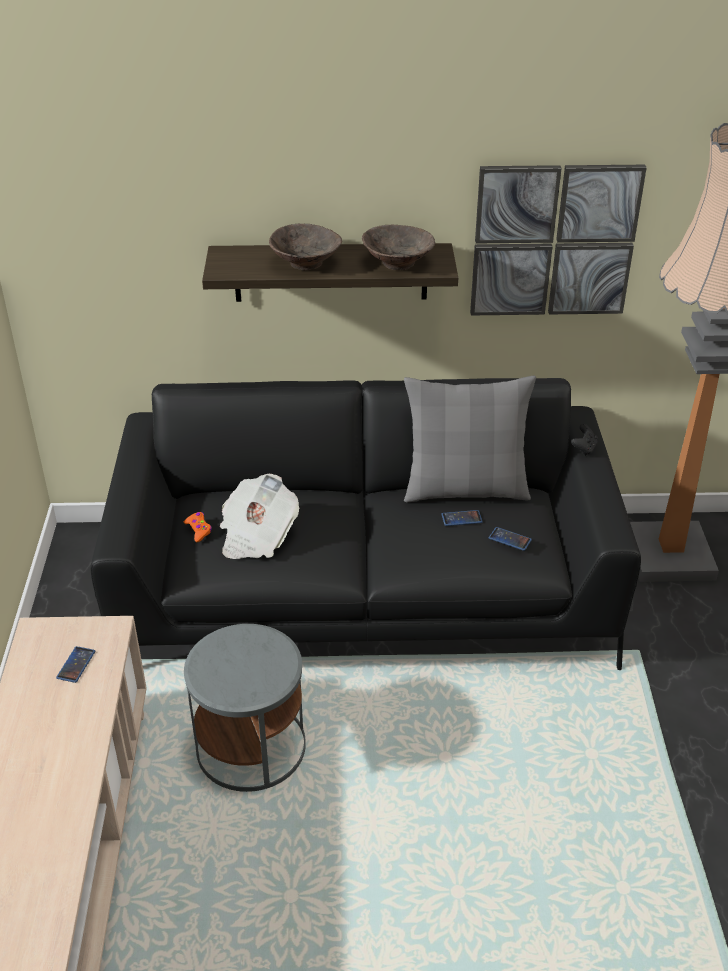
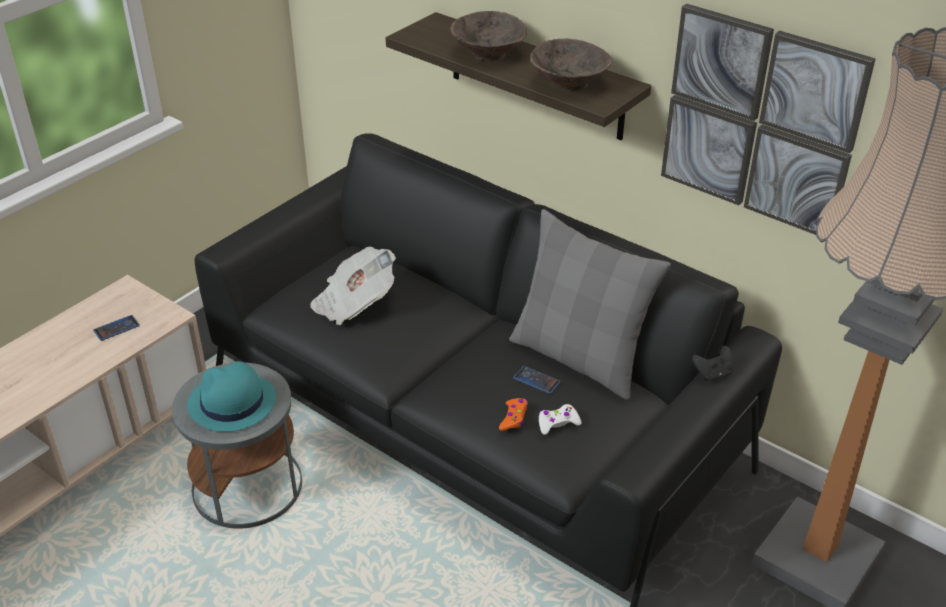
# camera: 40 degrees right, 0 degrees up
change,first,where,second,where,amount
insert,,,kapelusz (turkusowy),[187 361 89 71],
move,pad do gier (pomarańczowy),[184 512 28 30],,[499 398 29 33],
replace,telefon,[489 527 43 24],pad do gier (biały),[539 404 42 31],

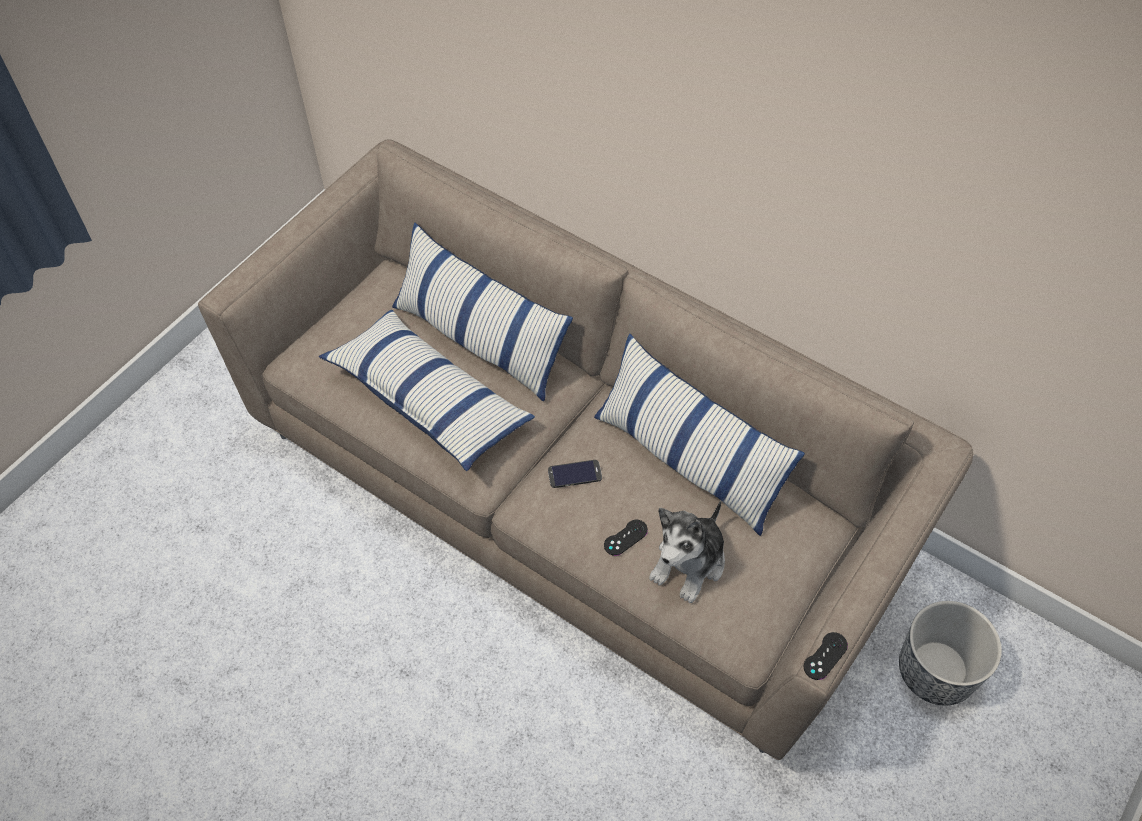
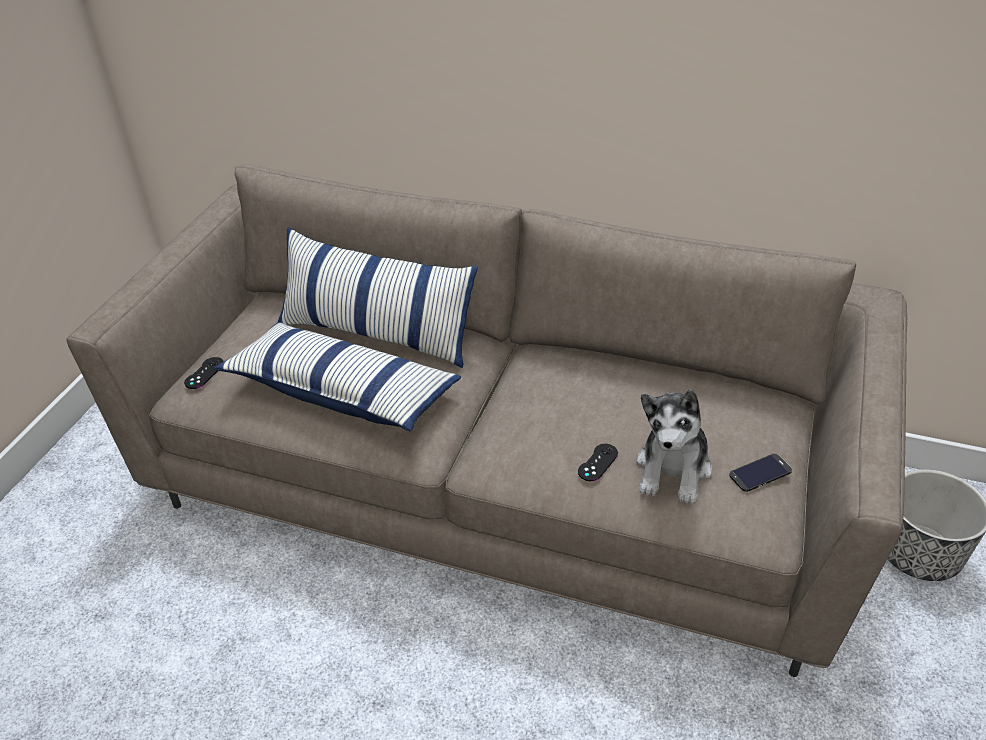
# camera: 15 degrees left, 15 degrees down
change,first,where,second,where,amount
move,pad do gier (czarny),[804 632 44 48],,[184 357 40 32],
move,telefon,[548 460 54 28],,[729 454 63 38],
delete,poduszka,[594 334 211 202],,,

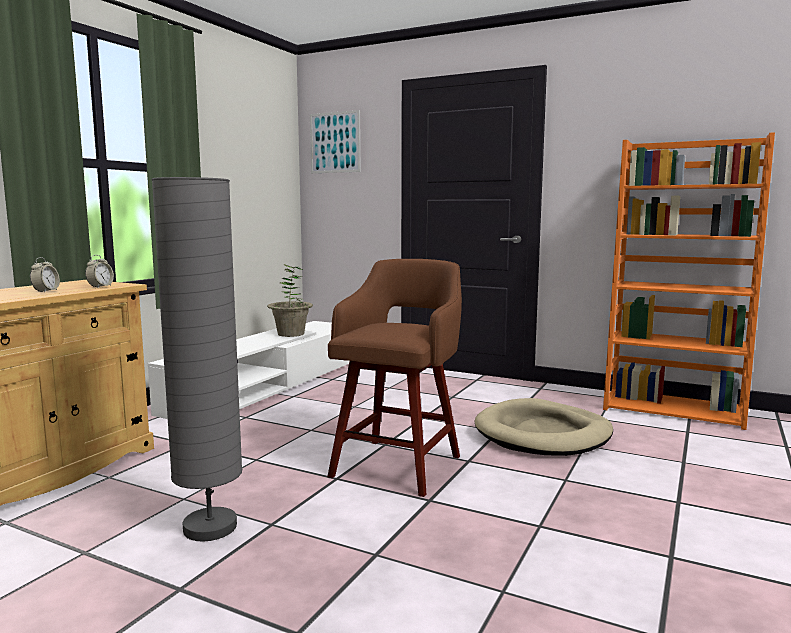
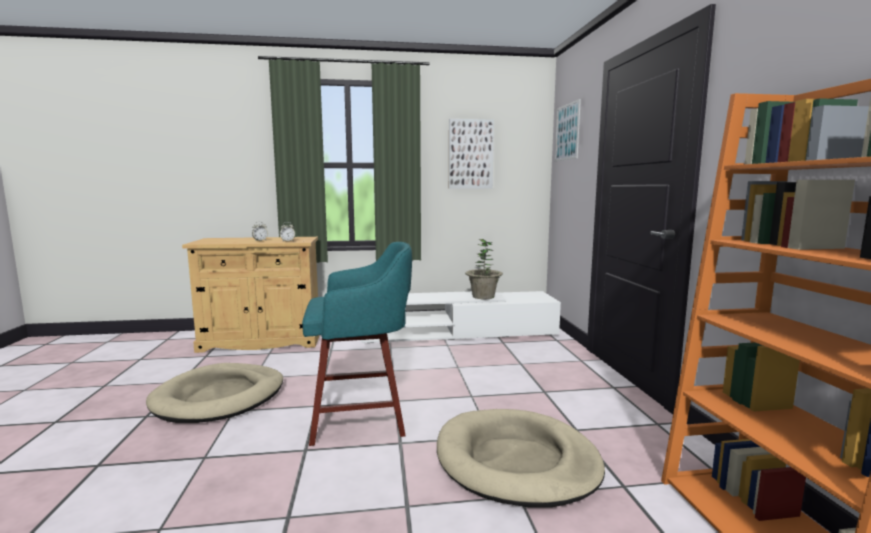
# camera: 55 degrees right, 0 degrees up
change,first,where,second,where,amount
replace,lampa stojąca (szary),[151 177 91 364],legowisko (beżowy),[146 363 137 60],
recolor,stołek (brązowy),[327 259 135 238],stołek (turkusowy),[302 242 110 204],
insert,,,obraz,[449 119 45 70],

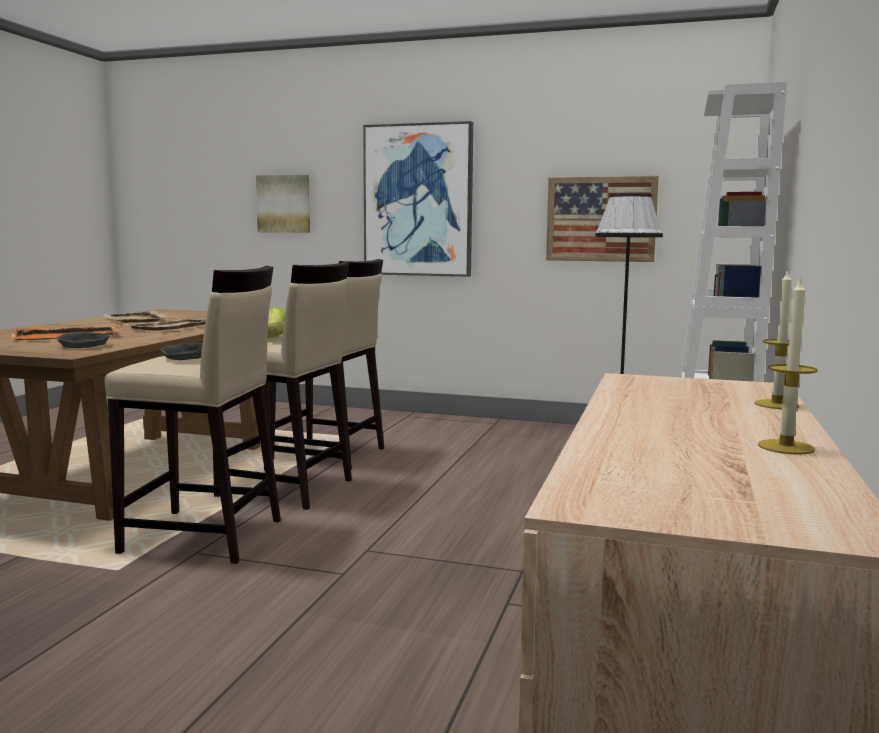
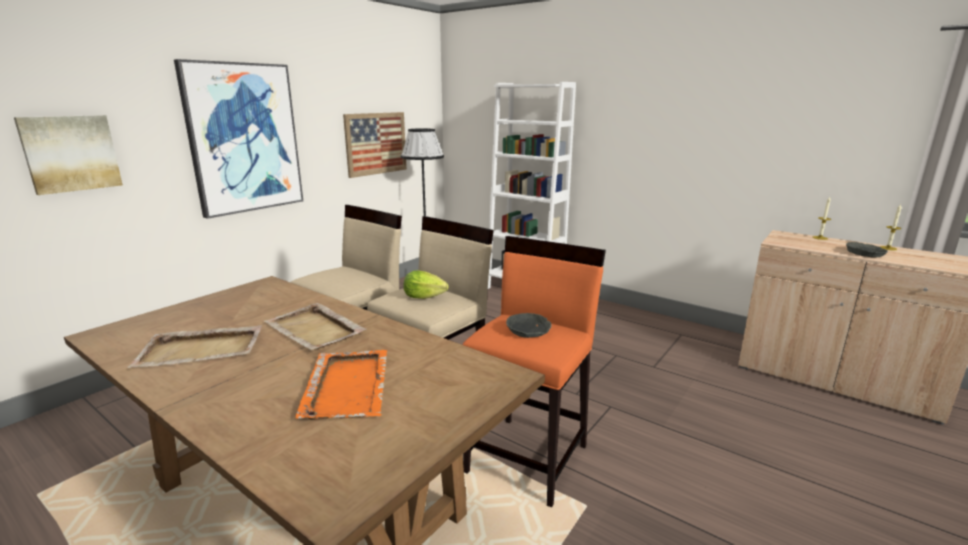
# camera: 70 degrees left, 10 degrees up
change,first,where,second,where,amount
recolor,stołek (beżowy),[105 265 176 299],stołek (pomarańczowy),[463 236 143 272],
move,miska (szary),[56 332 54 16],,[846 242 42 16],

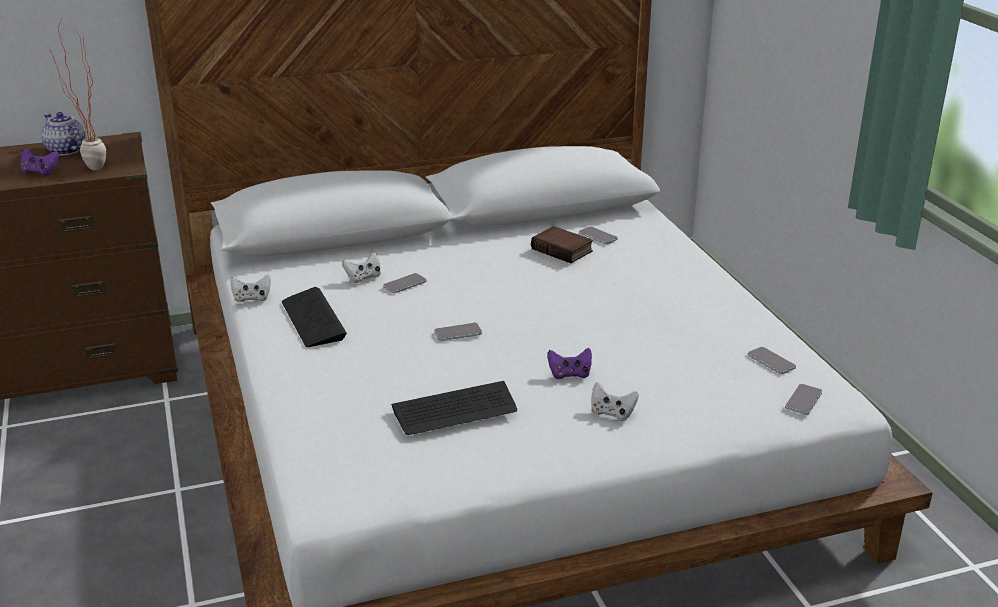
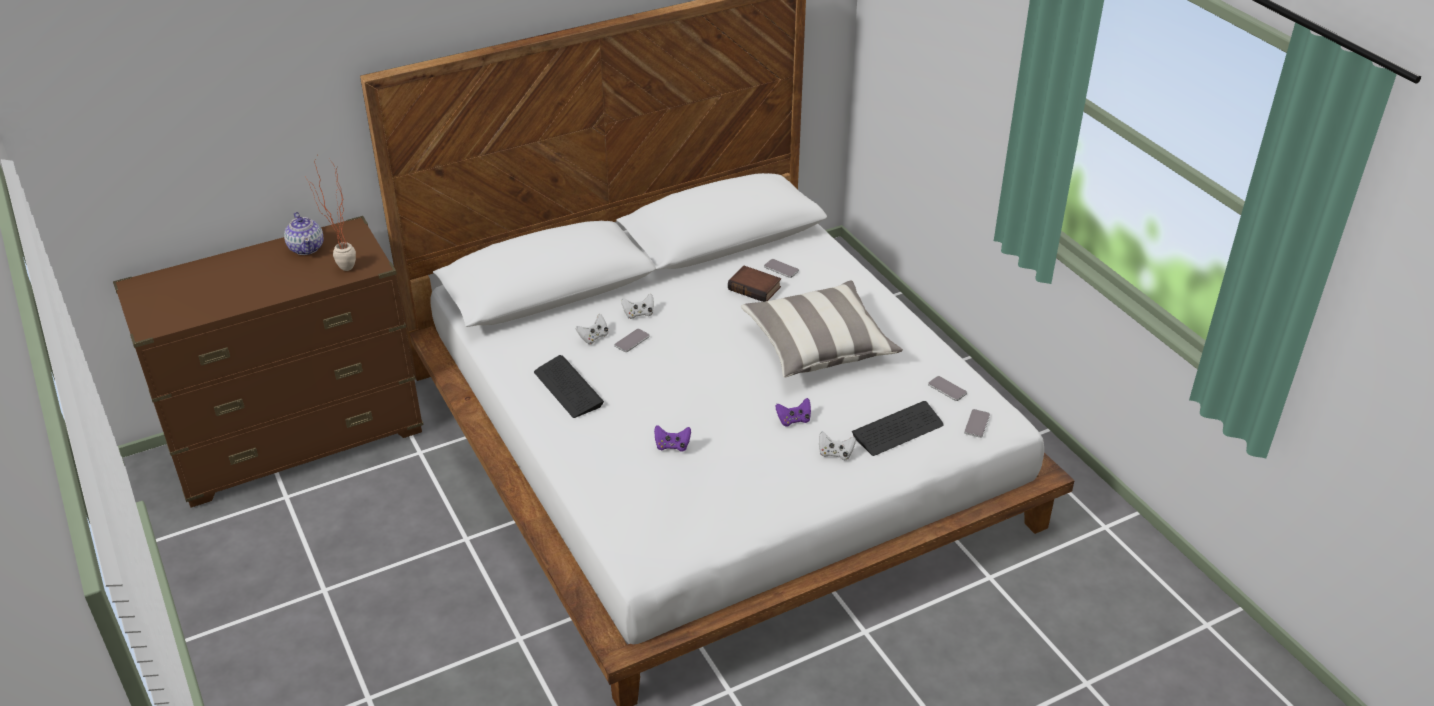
# camera: 10 degrees left, 10 degrees up
change,first,where,second,where,amount
rotate,imbryk,[41 112 45 43],,[284 212 40 43],150 degrees counterclockwise
move,pad do gier (biały),[230 275 41 27],,[621 294 33 25],
move,pad do gier (fioletowy),[21 148 38 27],,[654 425 37 27],
insert,,,poduszka,[741 281 162 97],
move,klawiatura,[391 381 126 54],,[852 401 92 55],
delete,telefon,[434 323 48 18],,,

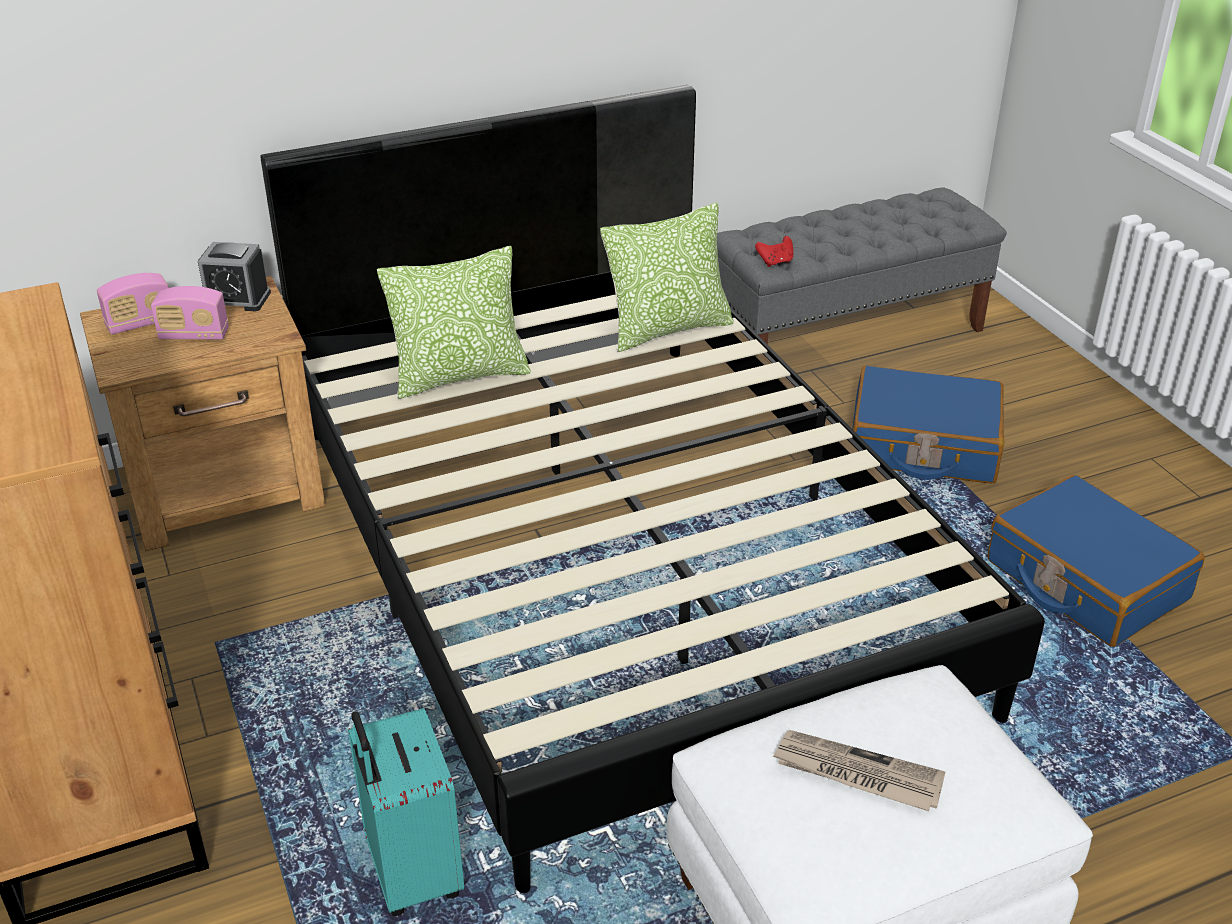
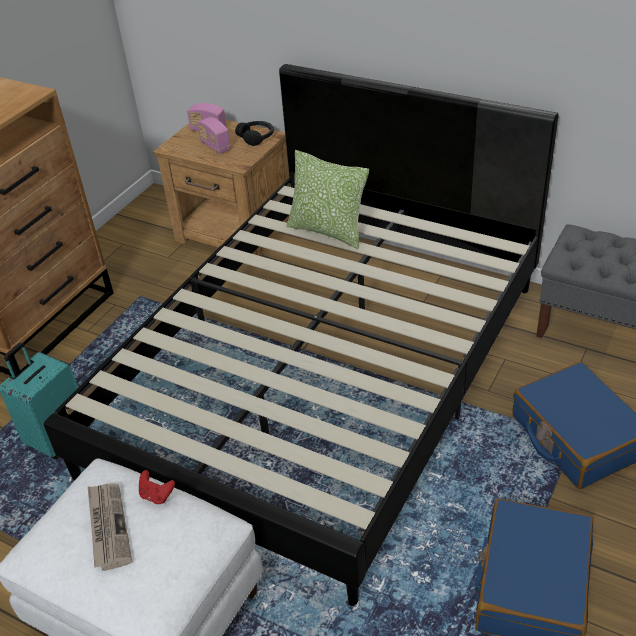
# camera: 55 degrees right, 5 degrees up
change,first,where,second,where,amount
move,pad do gier (czerwony),[755 236 38 31],,[139 470 36 34],
replace,budzik,[198 242 73 69],słuchawki (czarny),[235 121 39 25],
delete,poduszka,[600 203 134 149],,,

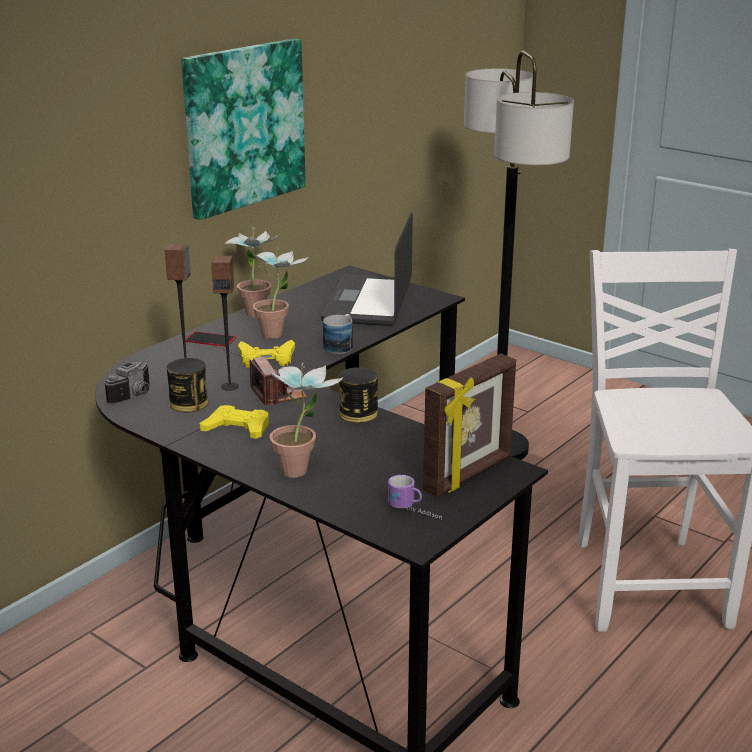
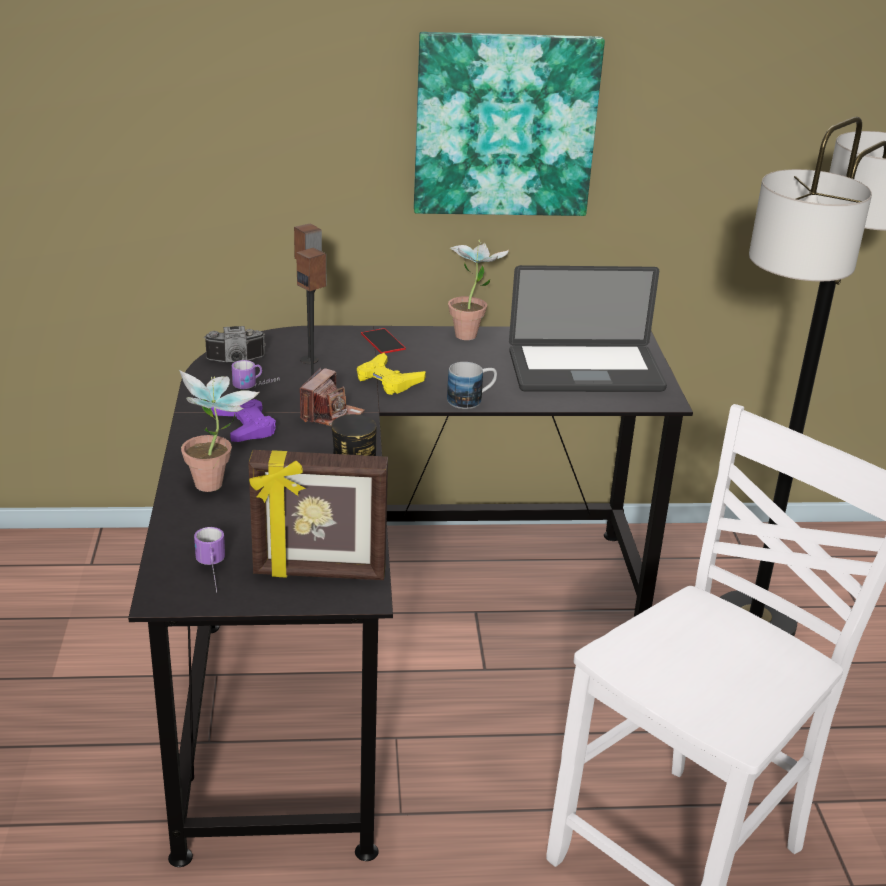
# camera: 45 degrees right, 5 degrees up
change,first,where,second,where,amount
recolor,pad do gier (żółty),[199 405 70 34],pad do gier (fioletowy),[211 399 65 43],
replace,puszka,[167 358 41 54],kubek,[232 360 47 29],
rotate,laptop,[321 212 92 114],,[509 265 158 127],150 degrees counterclockwise
delete,roślina doniczkowa,[253 246 55 93],,,

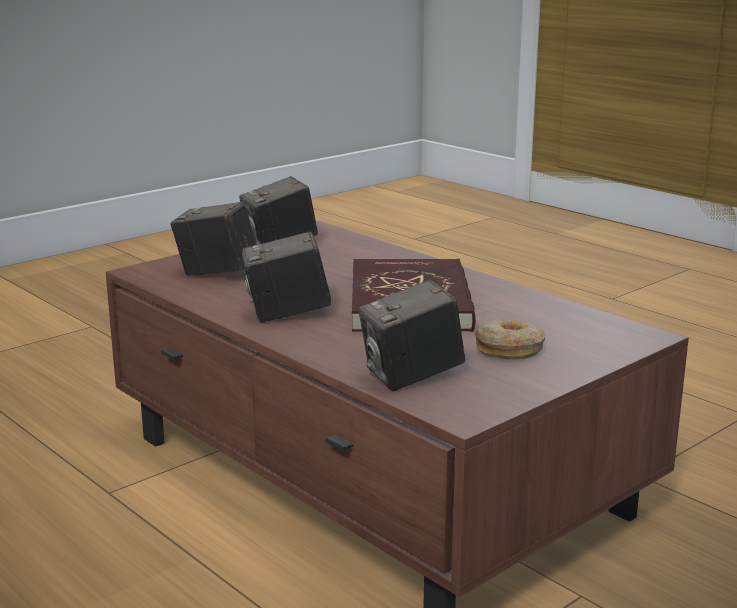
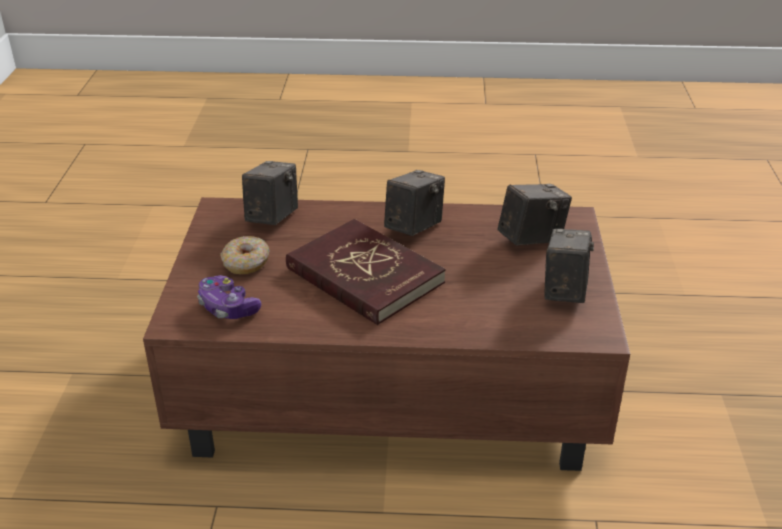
# camera: 135 degrees right, 15 degrees up
change,first,where,second,where,amount
insert,,,pad do gier,[197 275 64 44],

